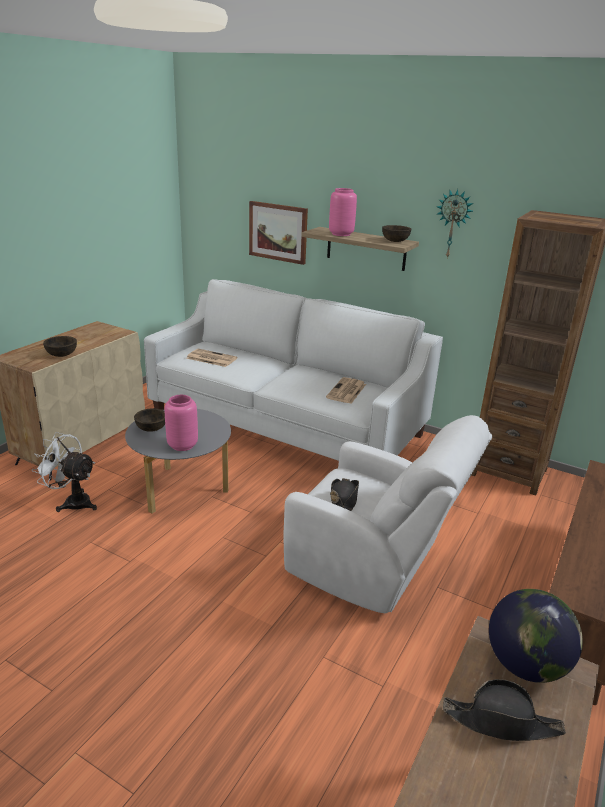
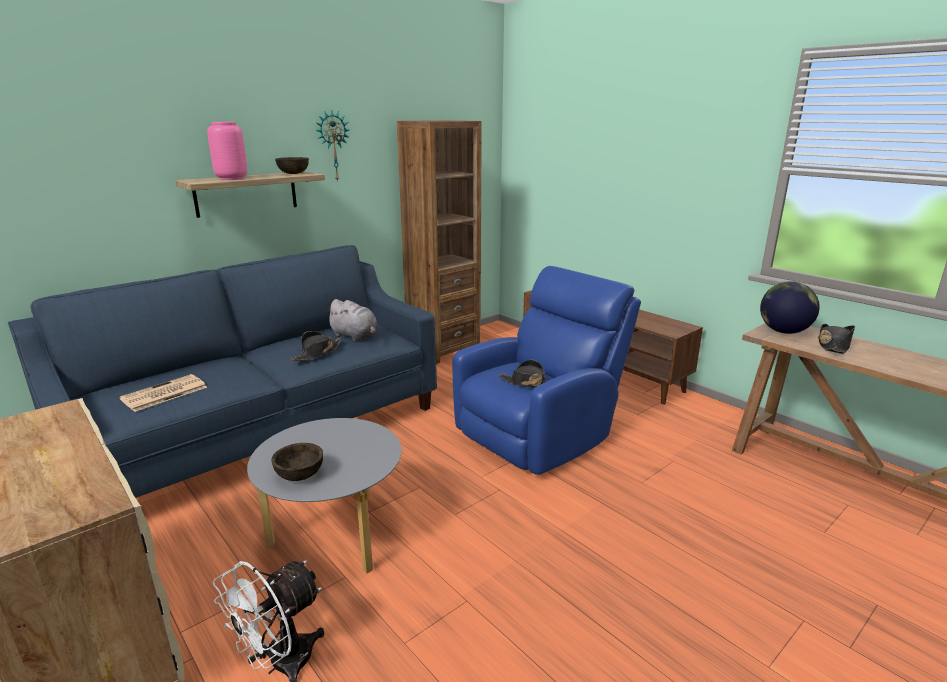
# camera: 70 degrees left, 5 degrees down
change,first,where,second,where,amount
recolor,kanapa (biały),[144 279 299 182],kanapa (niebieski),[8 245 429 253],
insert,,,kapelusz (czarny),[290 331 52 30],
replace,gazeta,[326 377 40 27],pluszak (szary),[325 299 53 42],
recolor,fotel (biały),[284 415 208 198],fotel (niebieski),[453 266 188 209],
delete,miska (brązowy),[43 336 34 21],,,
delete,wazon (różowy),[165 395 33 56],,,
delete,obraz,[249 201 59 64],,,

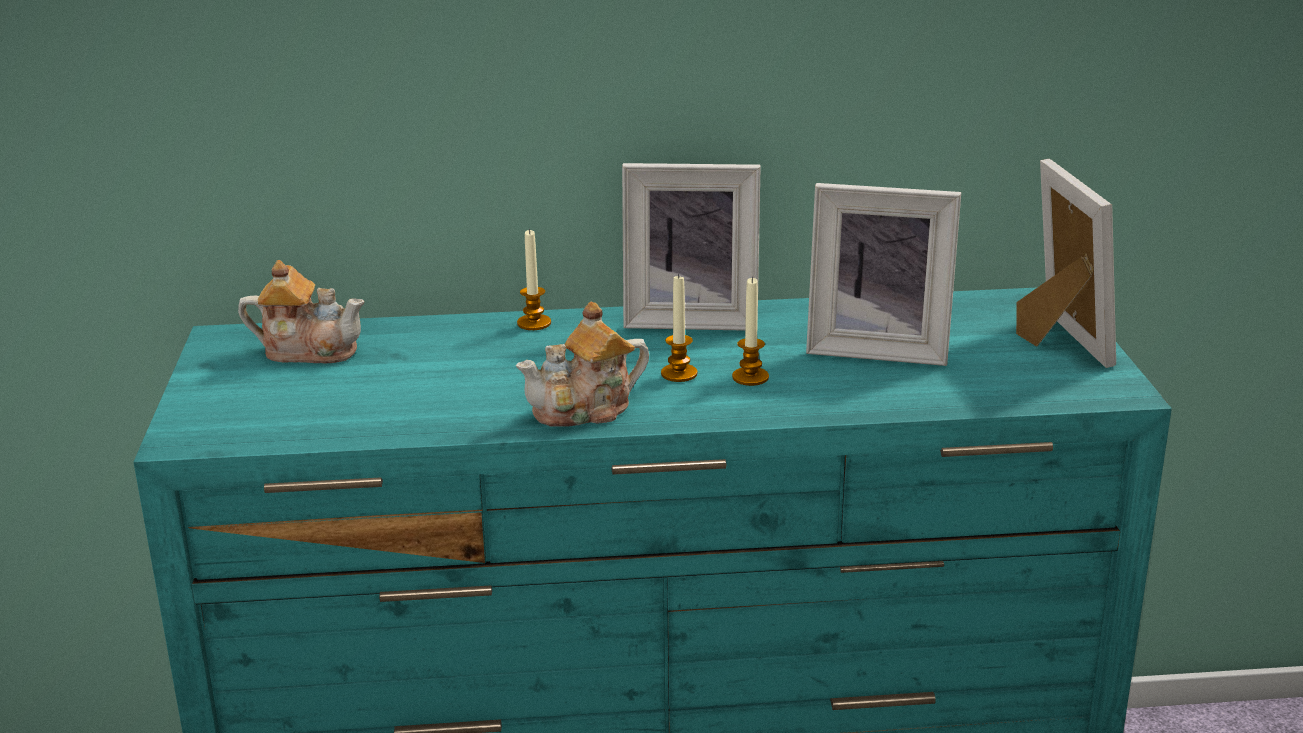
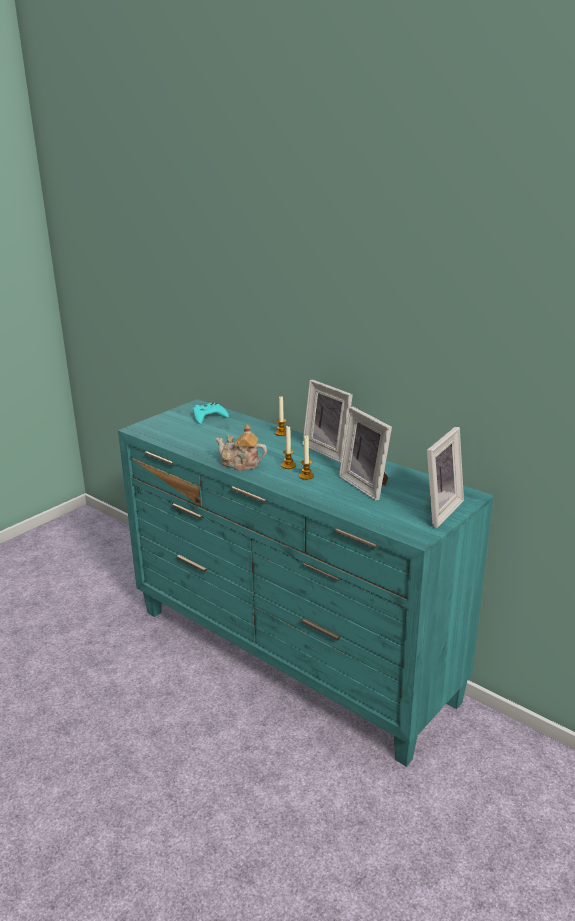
# camera: 45 degrees right, 0 degrees up
change,first,where,second,where,amount
replace,imbryk,[238 260 126 103],pad do gier (turkusowy),[193 403 36 21],

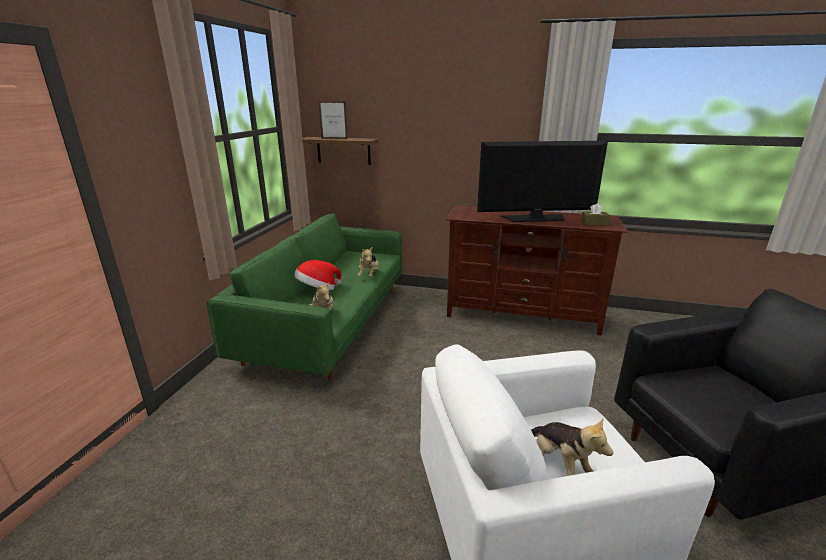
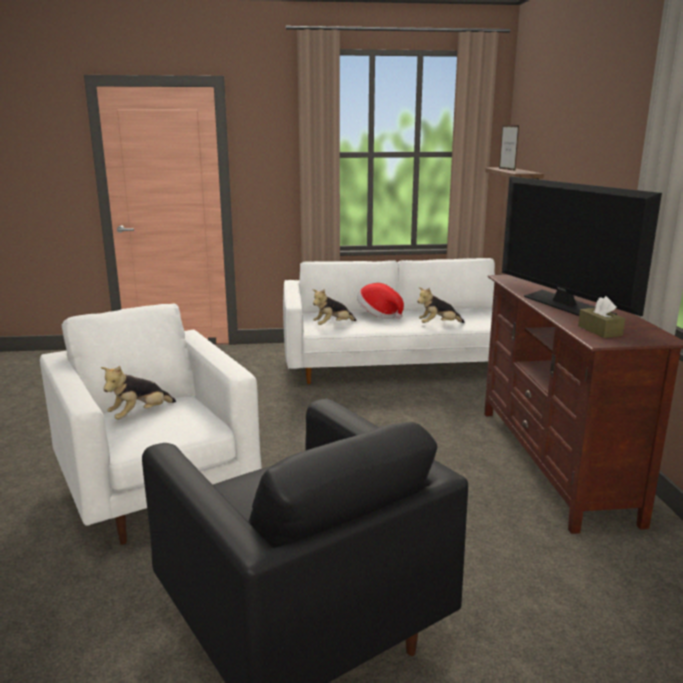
# camera: 70 degrees right, 5 degrees down
change,first,where,second,where,amount
recolor,kanapa (zielony),[207 213 195 167],kanapa (biały),[283 258 212 126],

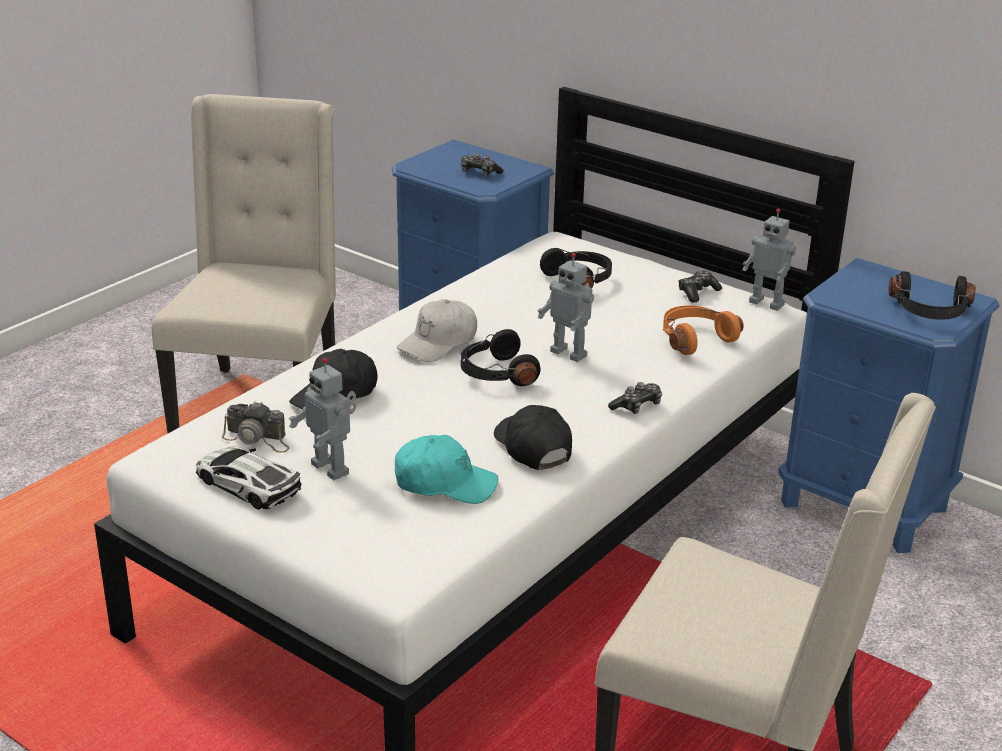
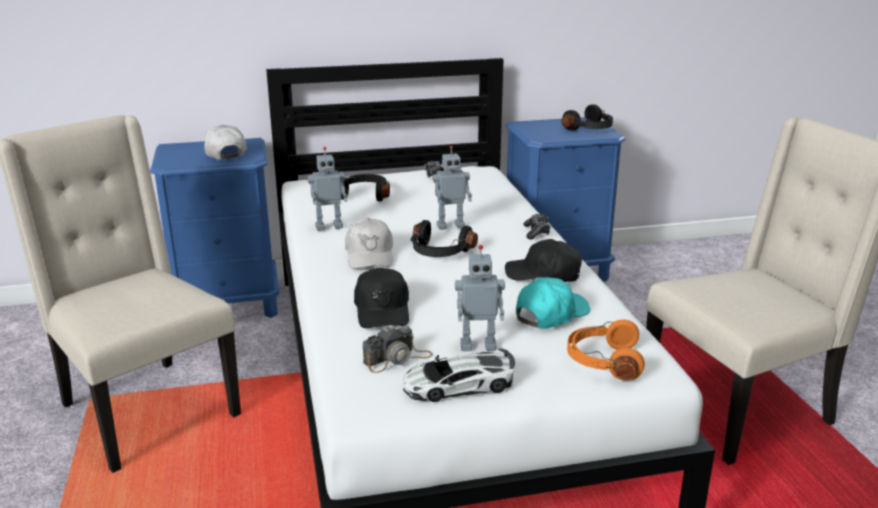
# camera: 50 degrees left, 5 degrees down
change,first,where,second,where,amount
replace,pad do gier,[461 154 43 22],czapka z daszkiem (biały),[204 125 43 35],
move,robot zabawkowy,[742 209 54 102],,[308 147 39 84],
move,słuchawki (pomarańczowy),[663 305 81 50],,[567 320 78 61],

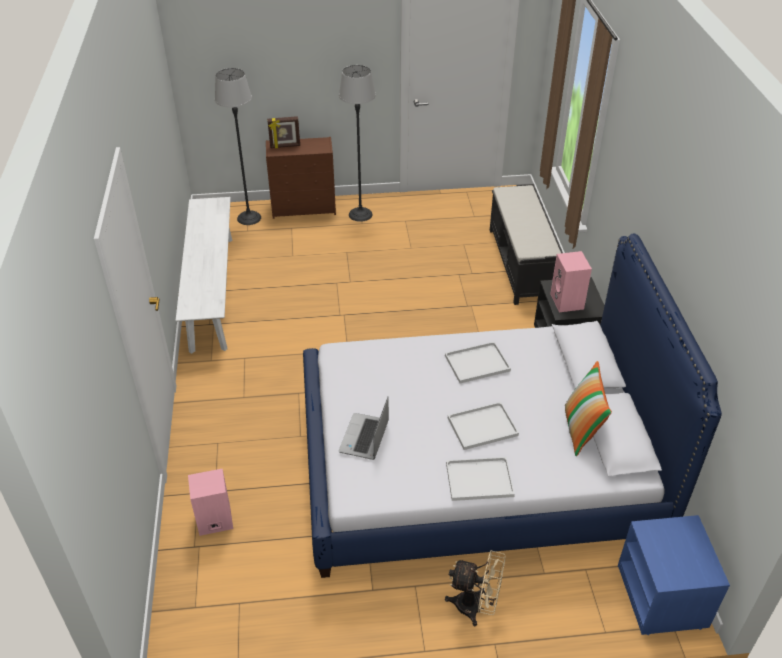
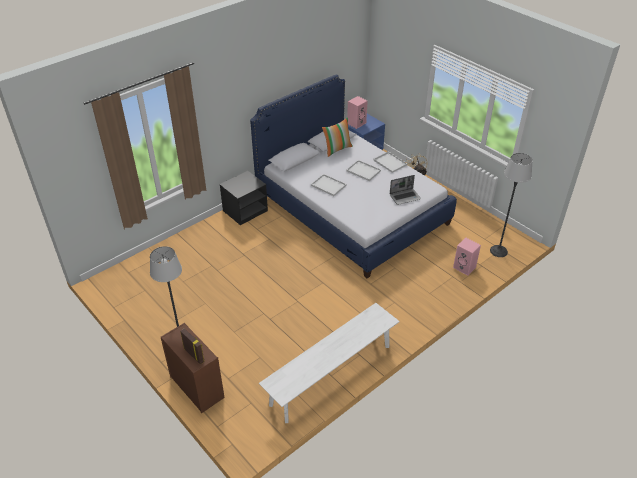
# camera: 125 degrees left, 0 degrees up
change,first,where,second,where,amount
move,głośnik (różowy),[550 251 42 61],,[347 96 21 33],
move,lampa stojąca,[215 68 46 157],,[490 153 43 104],
delete,ławka (czarny),[490 184 73 121],,,

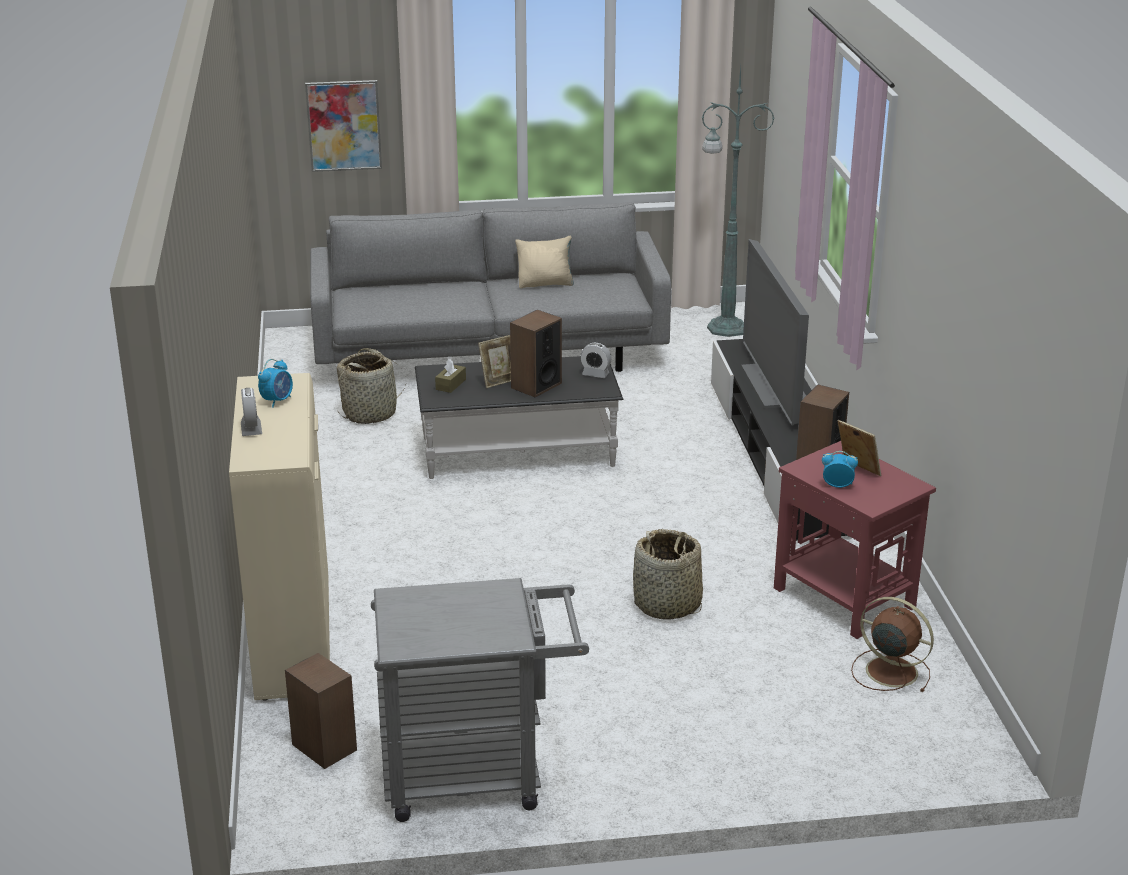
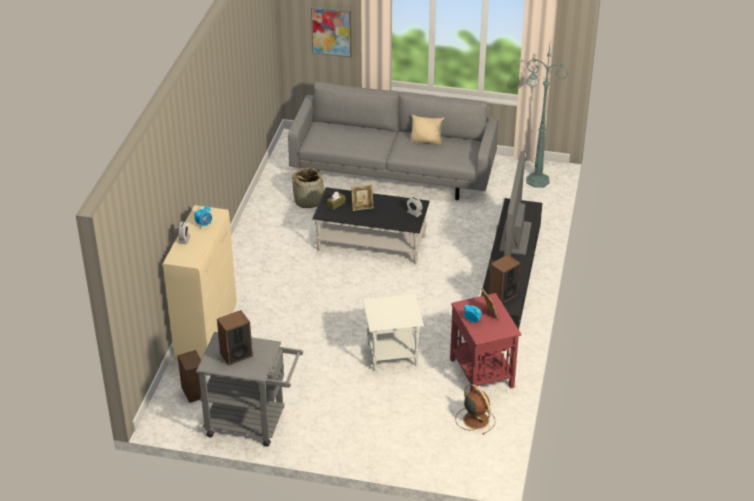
# camera: 20 degrees right, 10 degrees up
change,first,where,second,where,amount
move,głośnik,[510 310 52 87],,[217 310 36 55],
replace,koszyk,[633 529 70 91],stolik (biały),[362 294 62 77],

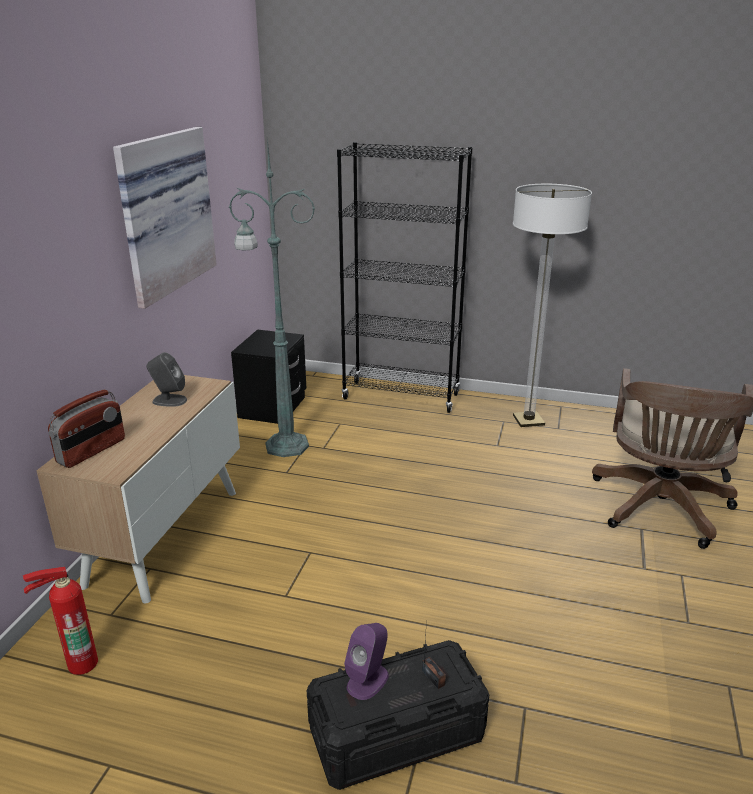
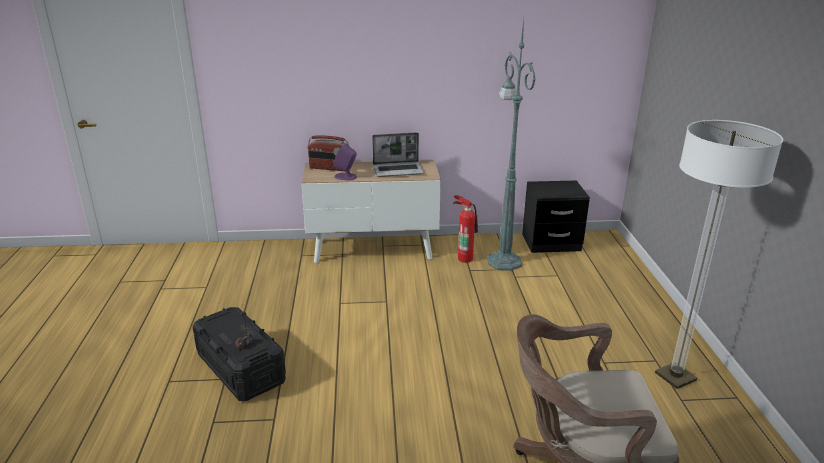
# camera: 70 degrees right, 0 degrees up
change,first,where,second,where,amount
move,głośnik (fioletowy),[344 623 45 77],,[333 144 24 36],
replace,głośnik (szary),[146 352 41 55],laptop,[372 132 52 45],
move,gaśnica,[23 567 75 108],,[453 195 25 68],
delete,obraz,[113 127 104 182],,,
delete,regał (czarny),[337 142 136 271],,,

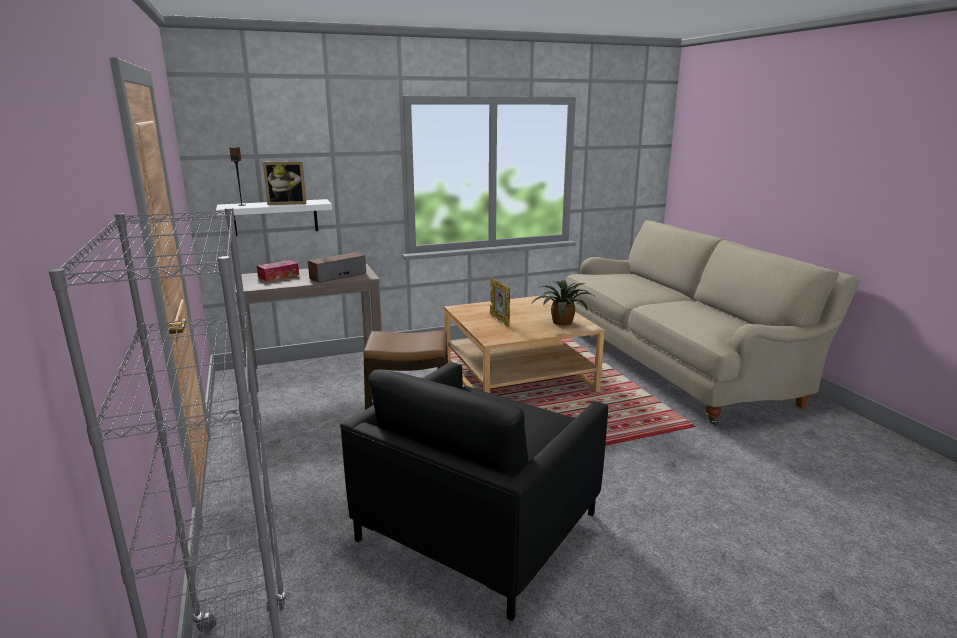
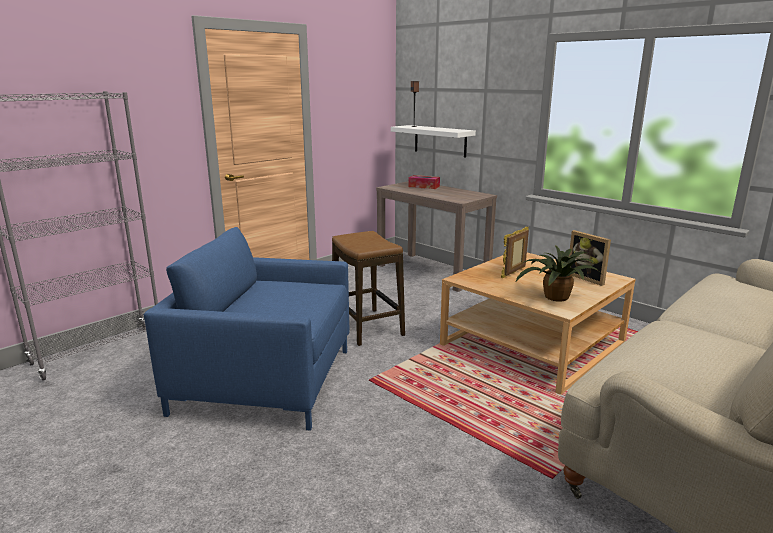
# camera: 65 degrees right, 0 degrees up
change,first,where,second,where,amount
recolor,fotel (czarny),[340 362 268 259],fotel (niebieski),[144 227 206 204],
move,ramka na zdjęcie,[263 161 43 44],,[569 230 42 56],
delete,głośnik,[308 252 58 31],,,

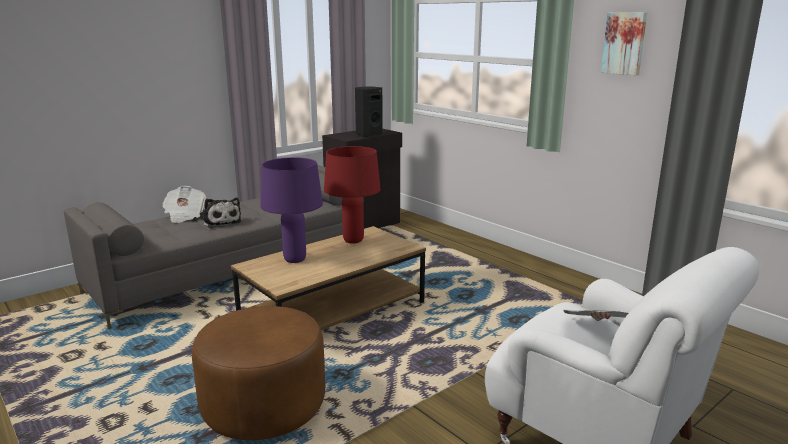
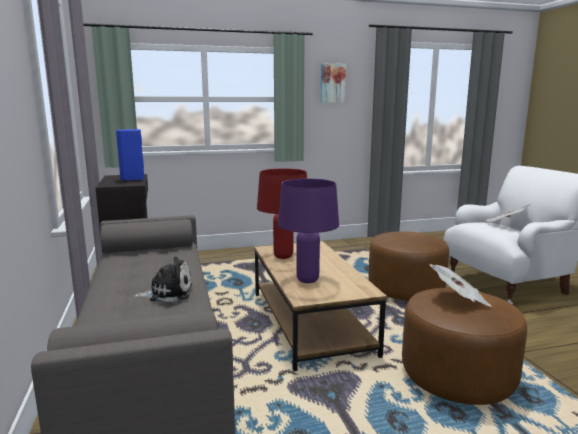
# camera: 65 degrees left, 5 degrees down
change,first,where,second,where,amount
recolor,głośnik (czarny),[355 86 28 51],głośnik (niebieski),[116 129 28 52],
insert,,,pufa (brązowy),[368 231 81 70],
move,gazeta,[162 186 44 37],,[429 264 63 43],

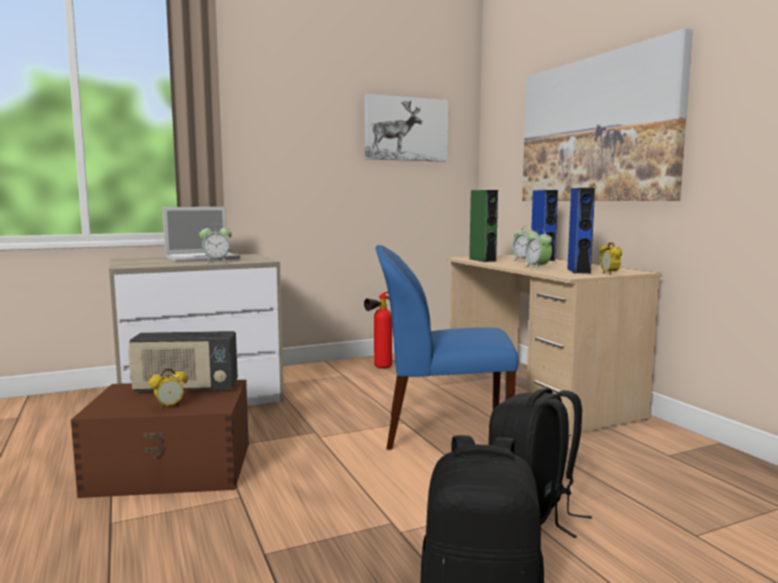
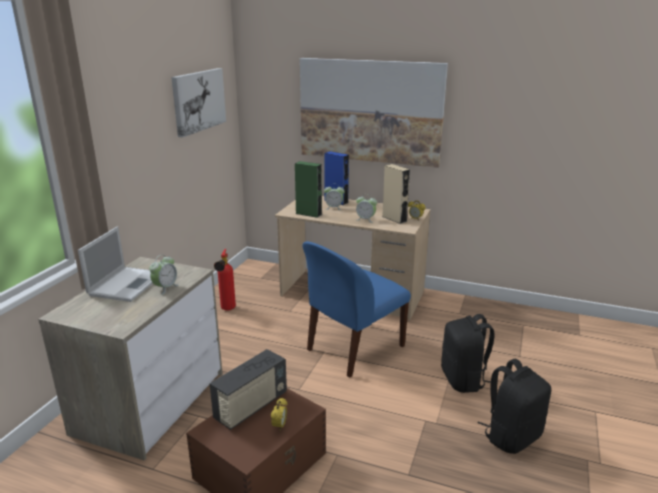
# camera: 45 degrees left, 15 degrees up
change,first,where,second,where,amount
recolor,głośnik (niebieski),[567 188 28 86],głośnik (beżowy),[382 164 28 60],

